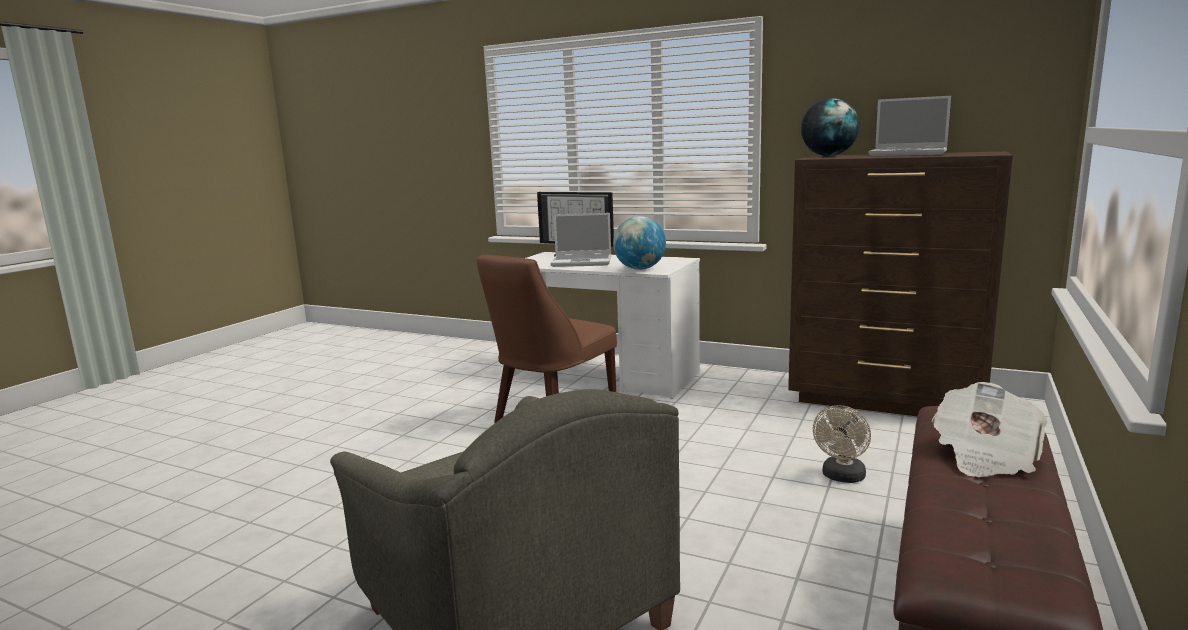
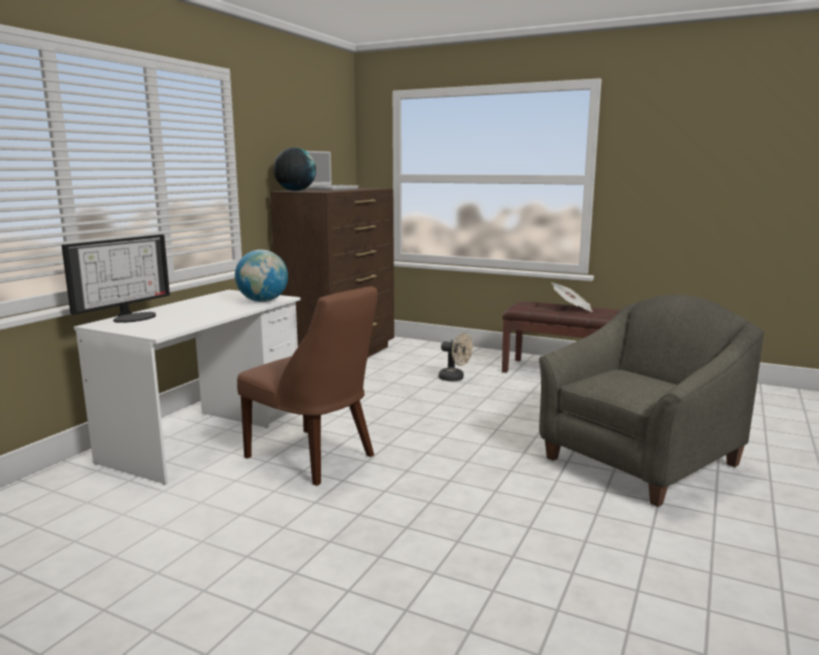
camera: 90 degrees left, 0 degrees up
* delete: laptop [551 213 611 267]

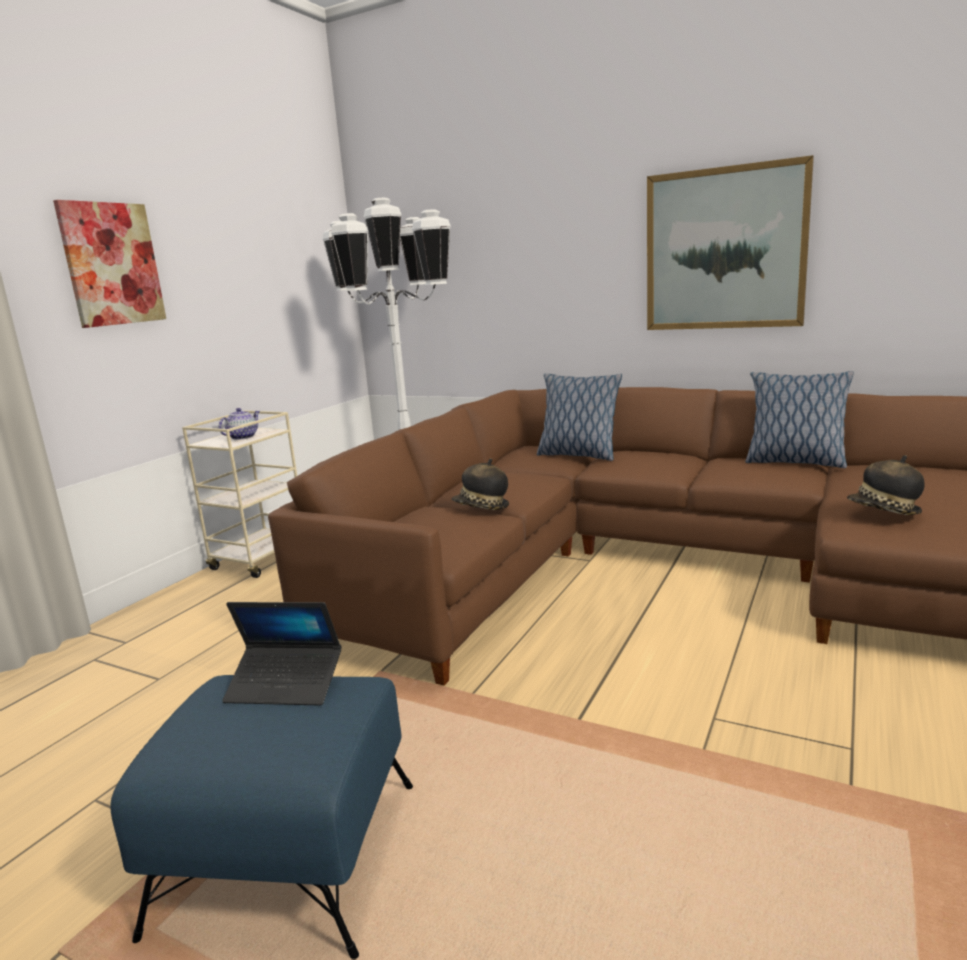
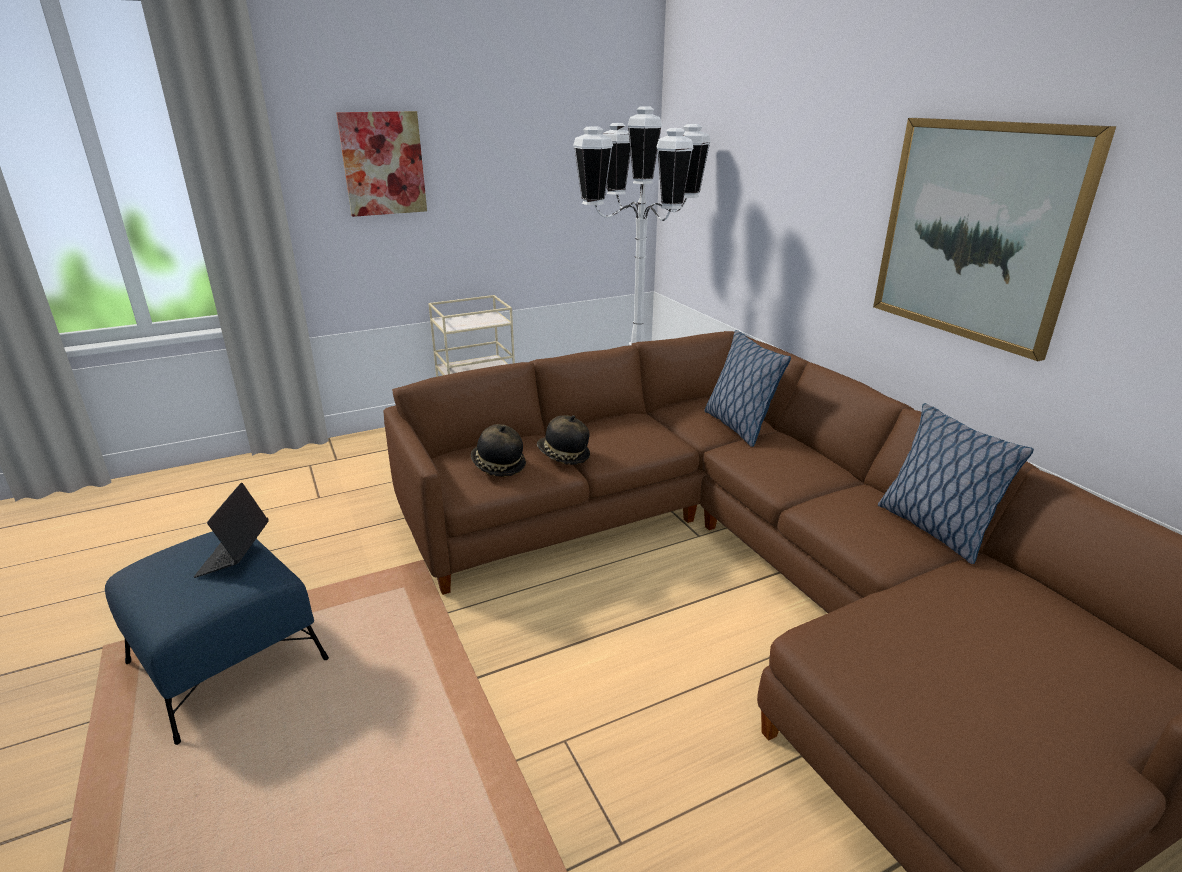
camera: 35 degrees right, 10 degrees up
* delete: teapot [219 408 260 440]
* move: hat [847 455 925 515] to [471 424 526 477]
* rotate: laptop [222 602 341 706] = [194 483 269 578] 45 degrees clockwise

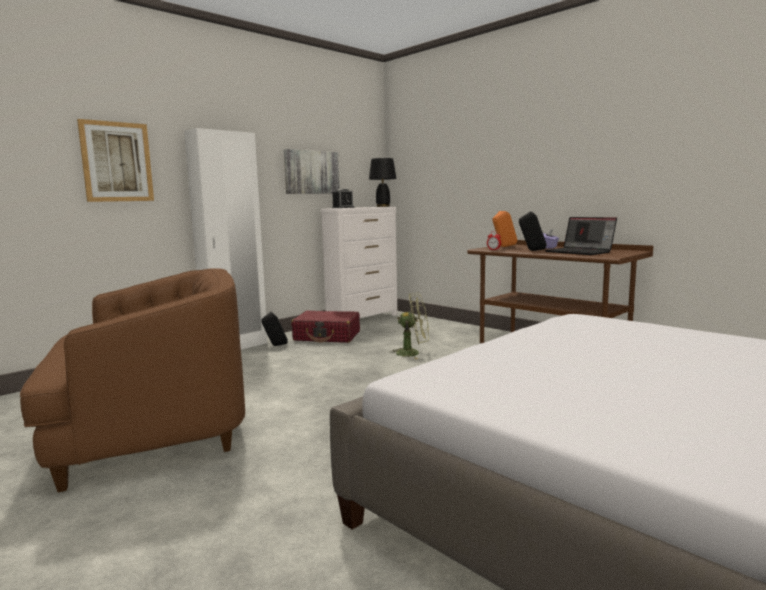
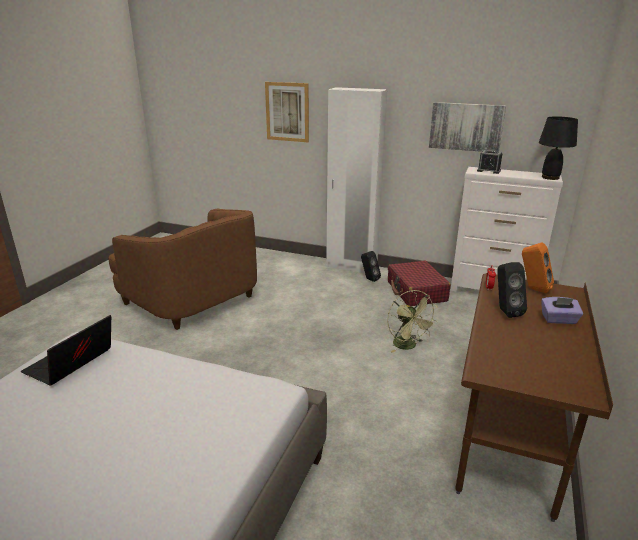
camera: 65 degrees right, 15 degrees up
* move: laptop [545 217 617 255] to [21 315 111 386]

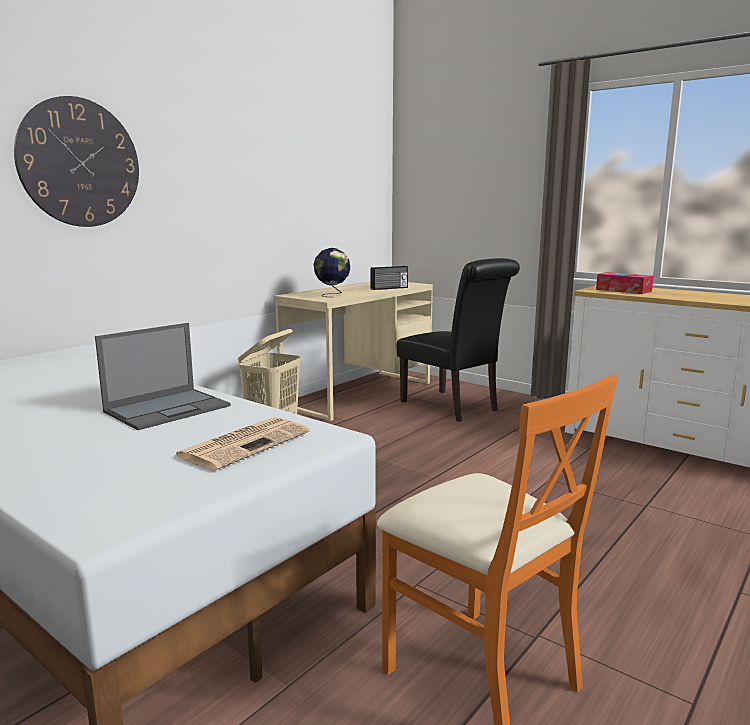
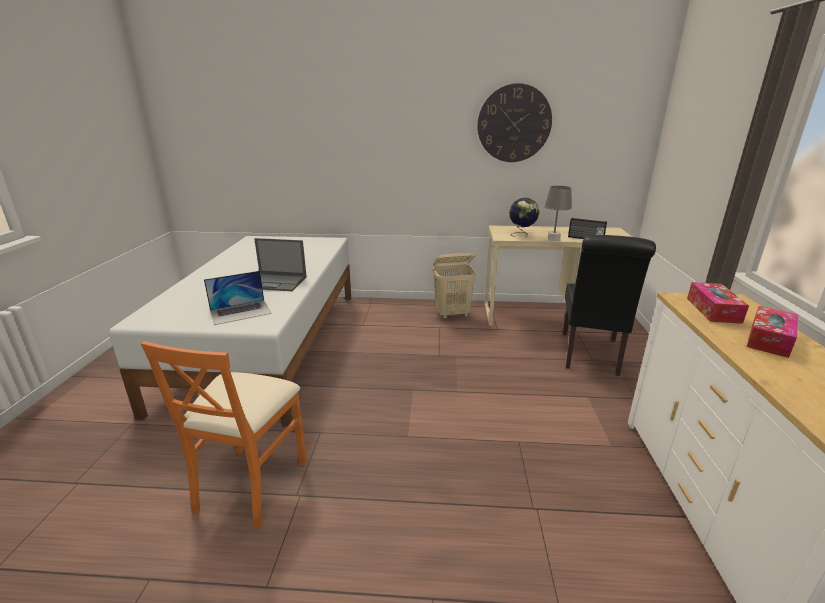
camera: 55 degrees right, 10 degrees up
* insert: grey table lamp [544 186 572 241]
* insert: tissue box [747 306 798 358]
* move: wall clock [14 96 139 227] to [477 83 552 162]
* replace: newspaper [174 417 309 470] to laptop [204 271 272 325]

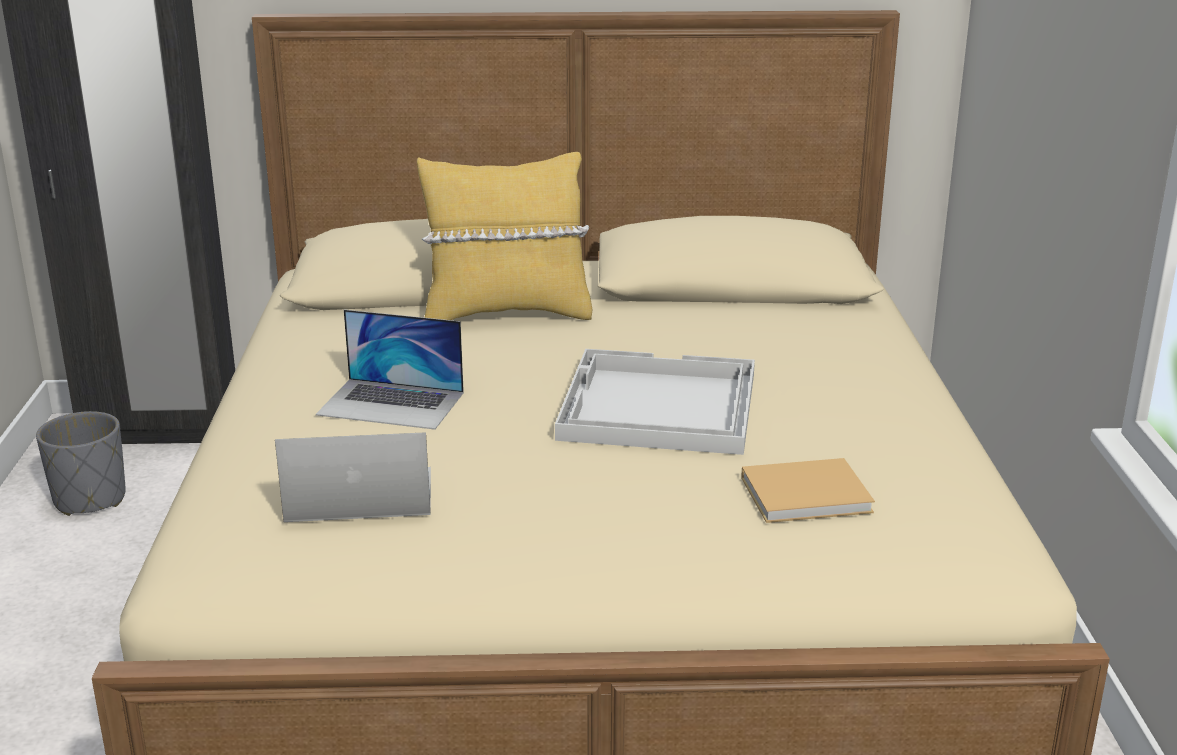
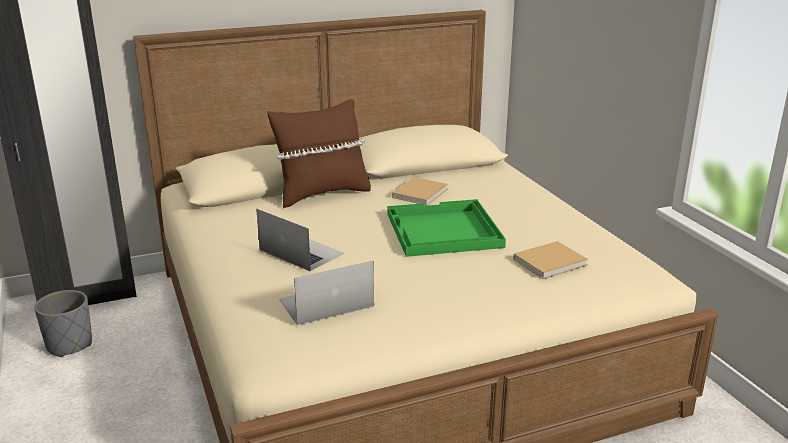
camera: 20 degrees left, 0 degrees up
* insert: beige book [392 177 448 206]
* recolor: yellow pillow [417 152 592 320] to brown pillow [268 99 371 208]
* recolor: white tray [555 349 755 455] to green tray [387 199 506 257]
* rotate: laptop [316 310 464 430] = [256 209 345 272] 135 degrees counterclockwise

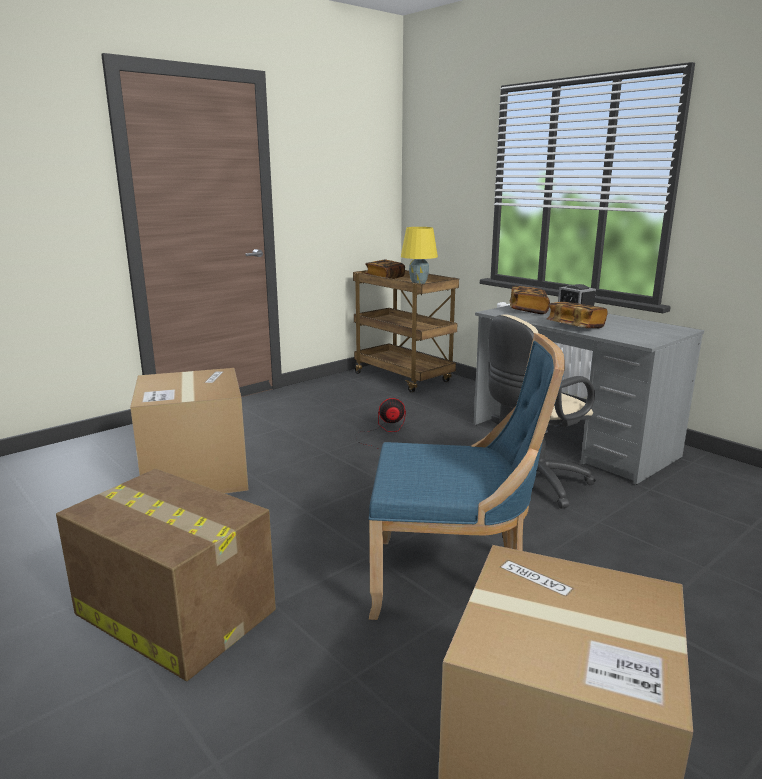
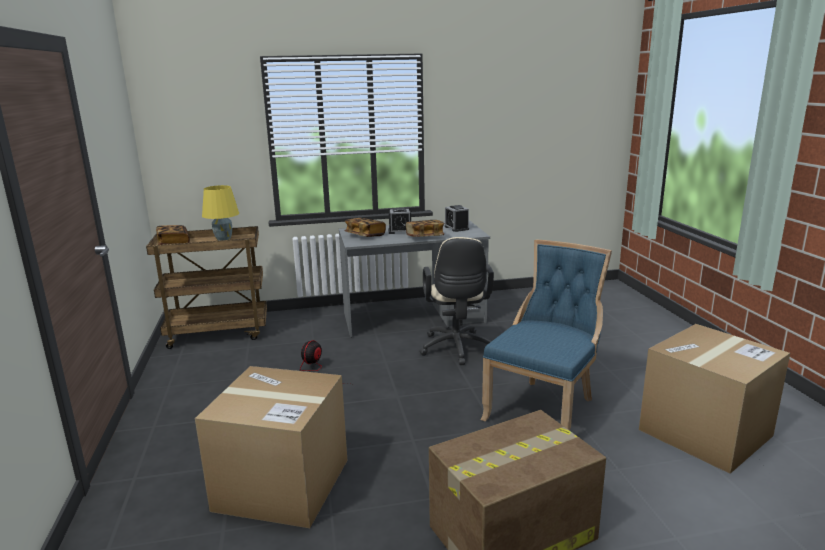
camera: 60 degrees left, 0 degrees up
* insert: alarm clock [445 205 469 232]

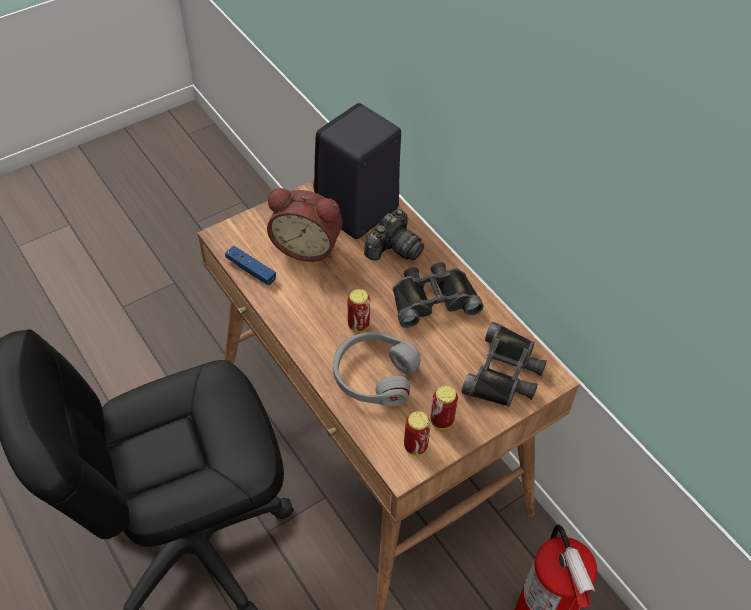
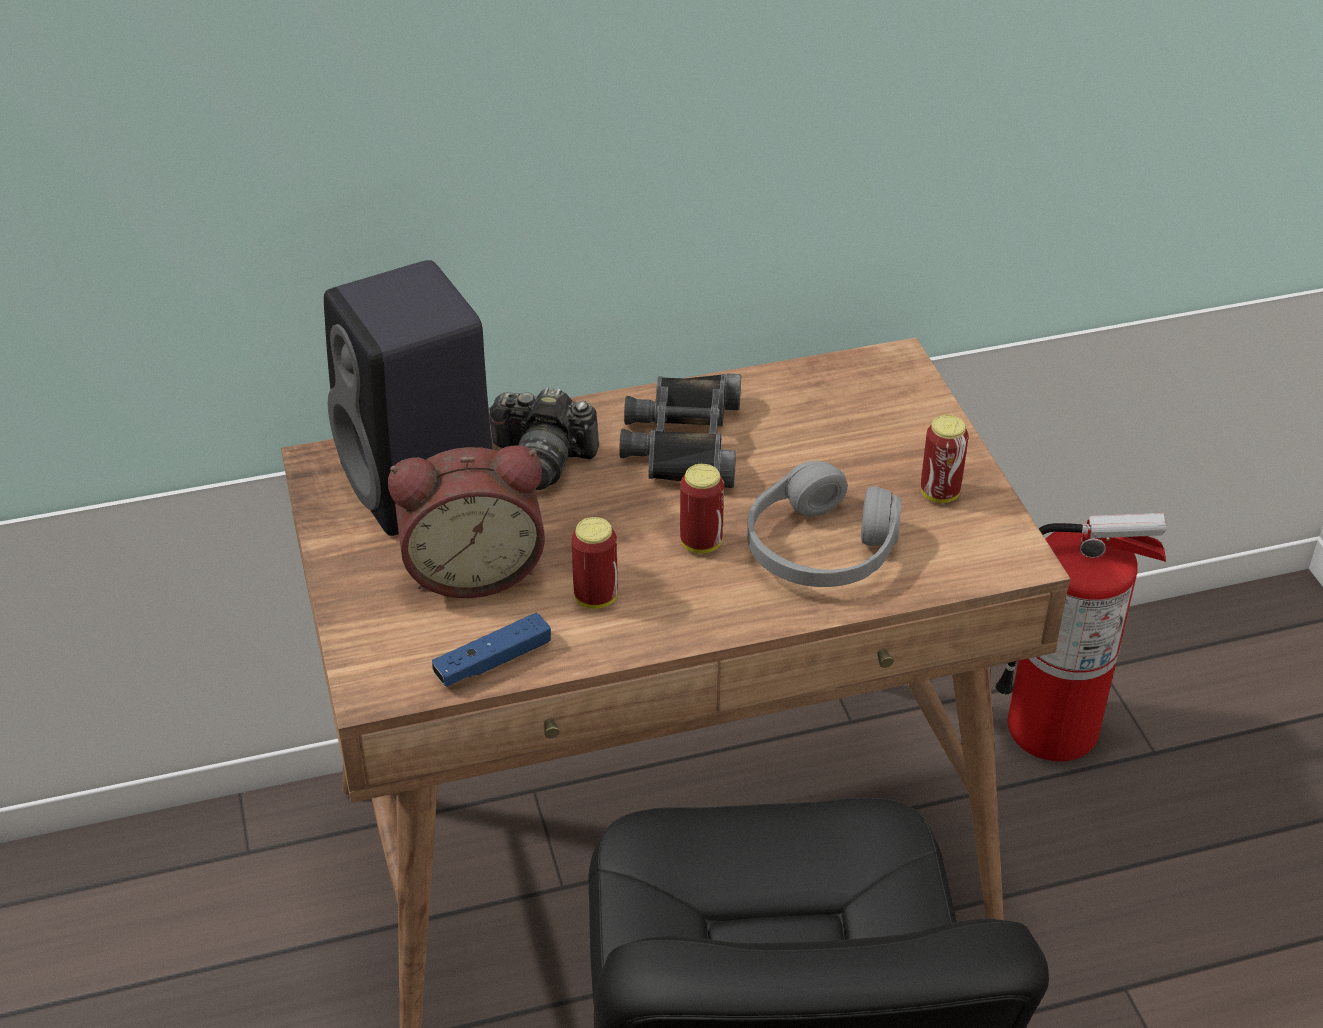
camera: 70 degrees left, 10 degrees down
* delete: black binoculars [461 322 547 407]
* move: can [404 411 431 456] to [571 517 618 609]
* rotate: alarm clock [267 188 342 262] = [388 446 545 598] 45 degrees clockwise
* rotate: photo camera [364 209 424 260] = [489 387 599 490] 135 degrees clockwise

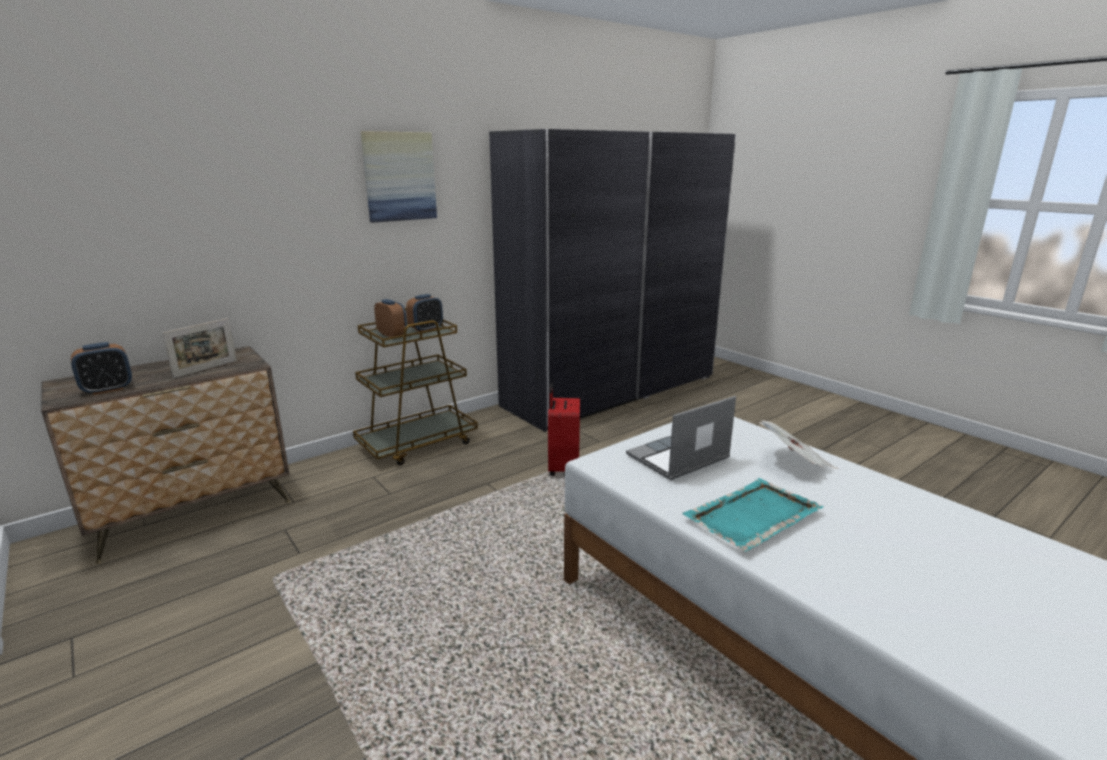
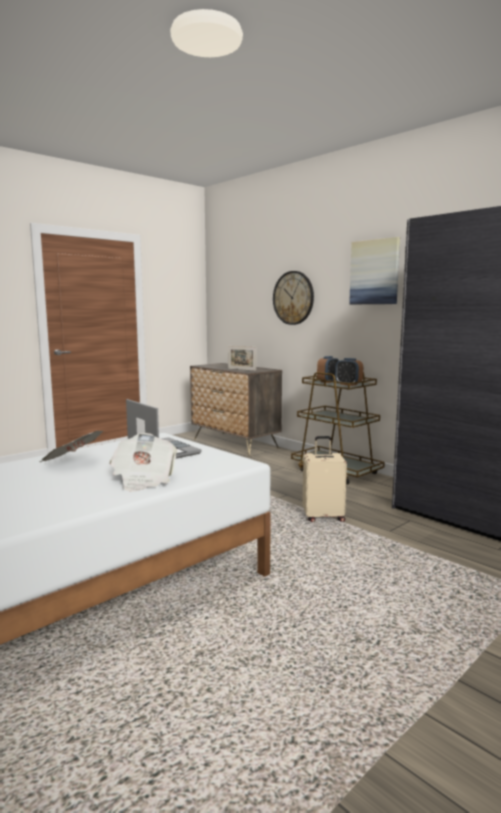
camera: 85 degrees right, 10 degrees down
* delete: alarm clock [71 342 132 395]
* insert: wall clock [273 271 314 325]
* replace: turquoise tray [682 478 824 551] to newspaper [40 430 103 462]
* recolor: red suitcase [548 383 580 476] to beige suitcase [302 436 347 522]

